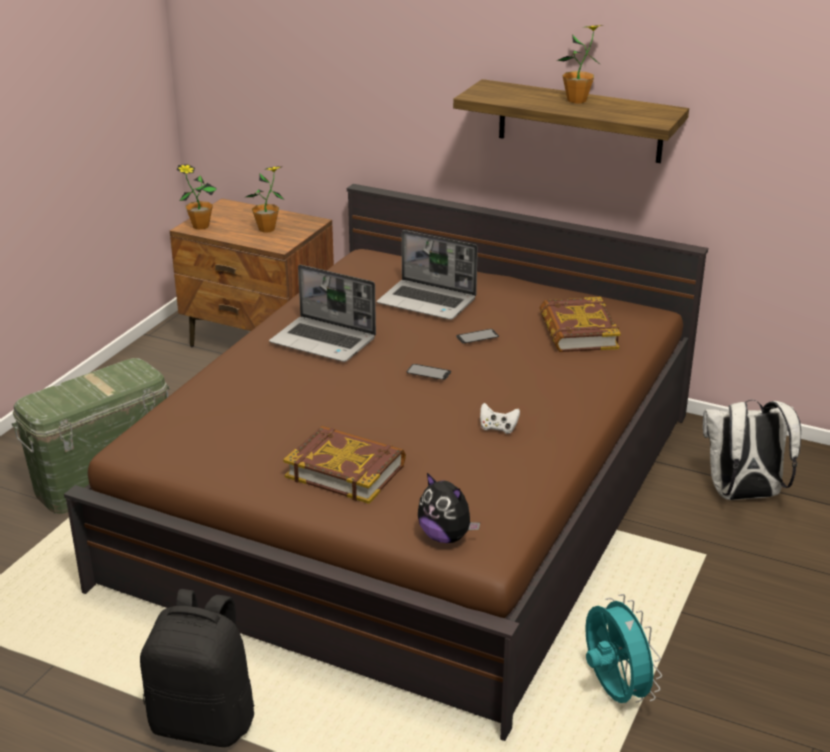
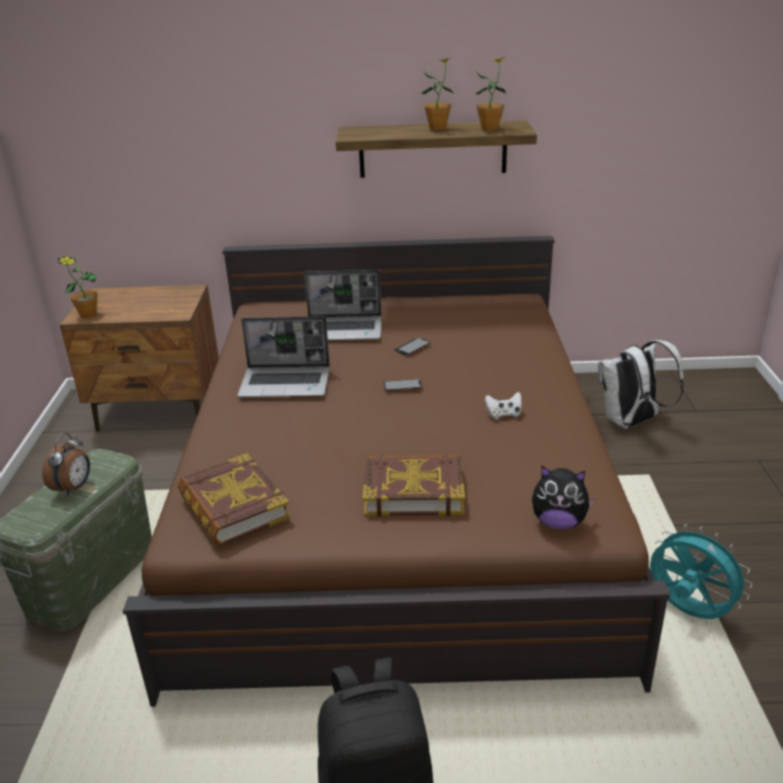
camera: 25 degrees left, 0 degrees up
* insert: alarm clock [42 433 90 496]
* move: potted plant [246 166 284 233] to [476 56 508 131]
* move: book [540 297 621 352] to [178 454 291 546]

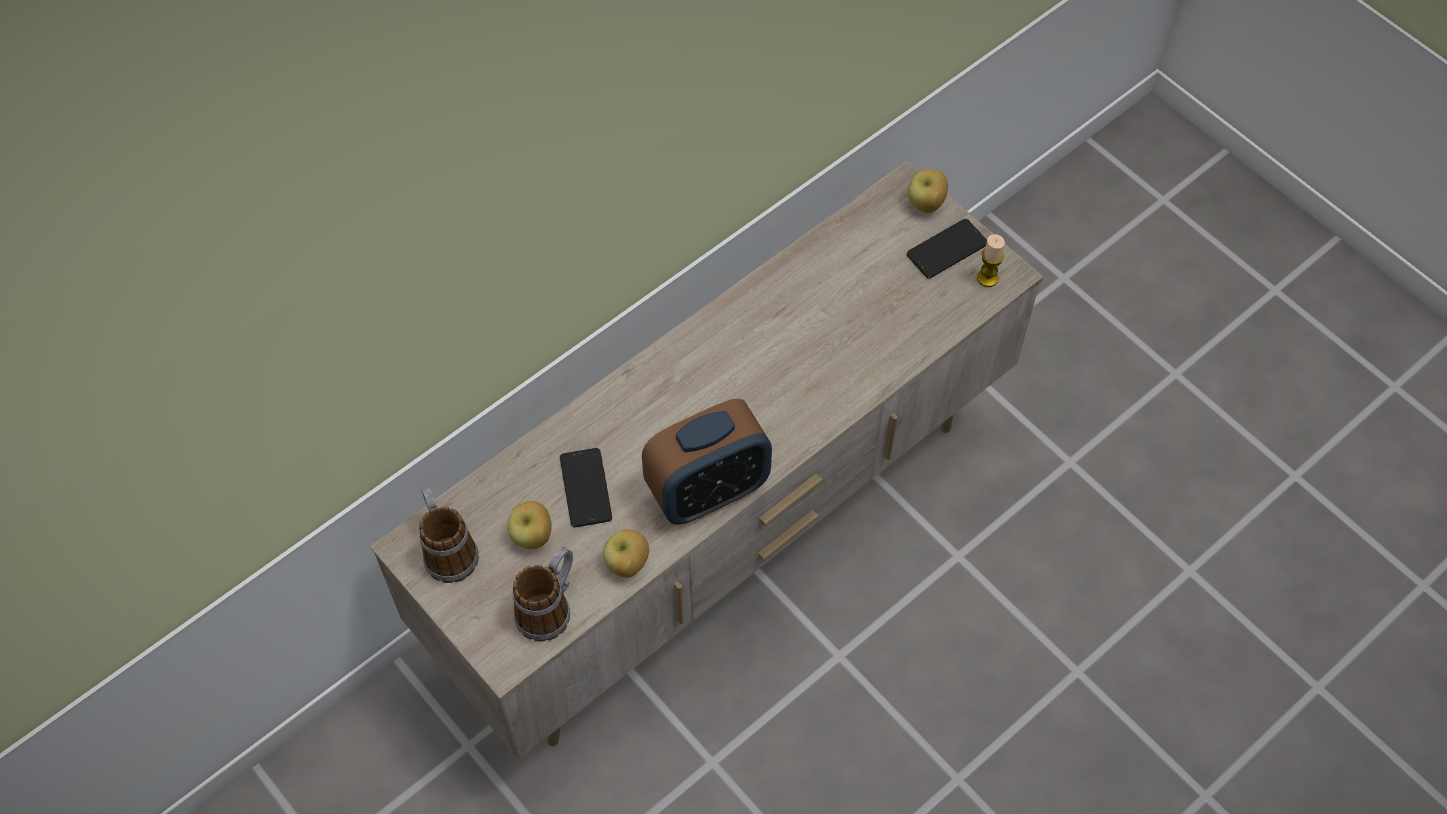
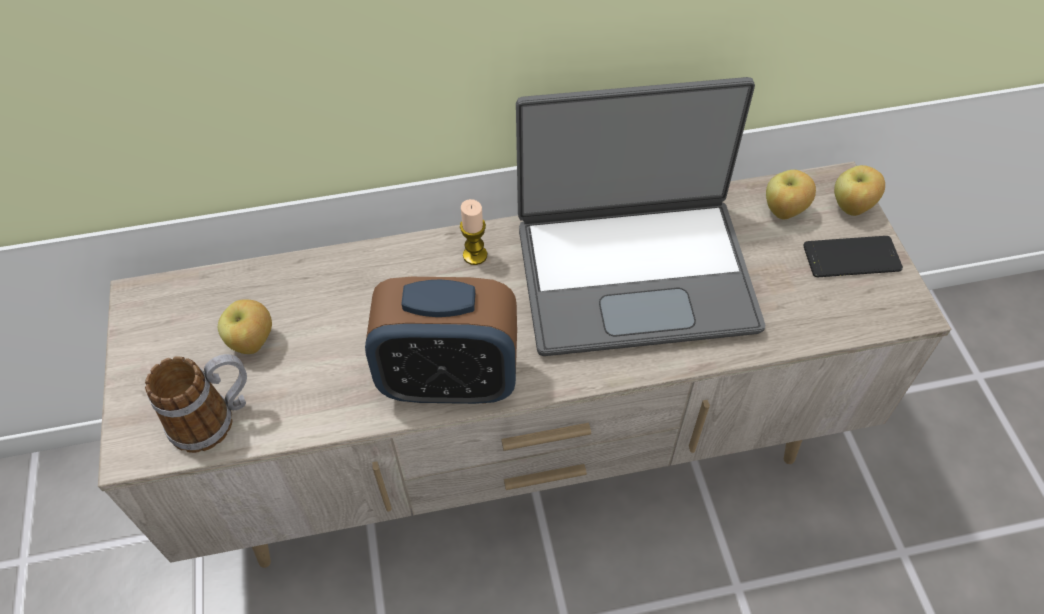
camera: 30 degrees right, 5 degrees down
* delete: mug [419 487 479 583]
* delete: phone [560 448 612 527]
* insert: laptop [516 77 765 356]
* move: apple [603 529 649 578] to [766 170 816 220]
* move: candle [977 234 1005 287] to [460 199 487 265]

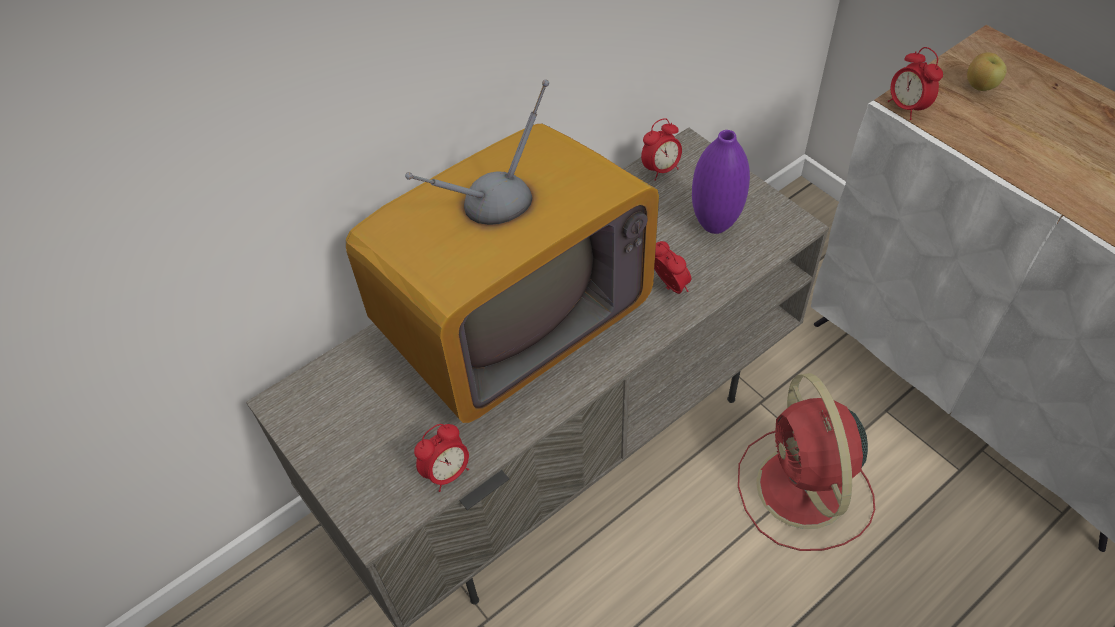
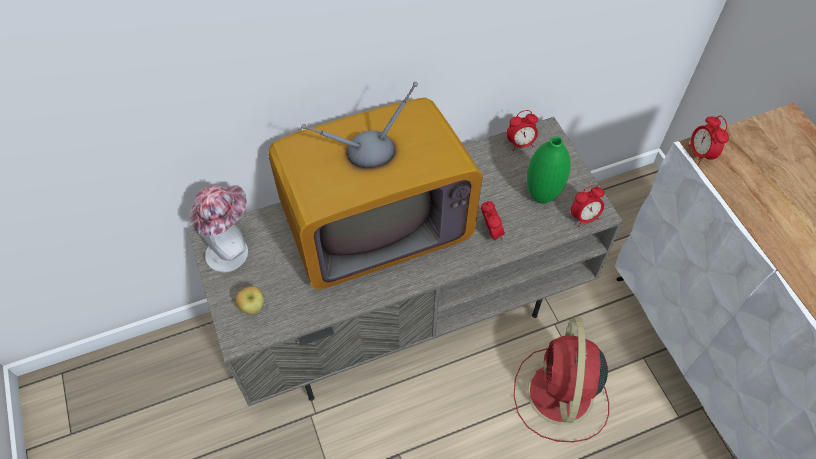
camera: 15 degrees right, 5 degrees up
* insert: hat [189 185 248 273]
* move: alarm clock [414 424 469 492] to [571 185 605 227]
* move: apple [967 53 1007 91] to [236 287 264 314]
* recolor: purple vase [692 130 750 234] to green vase [527 136 571 204]

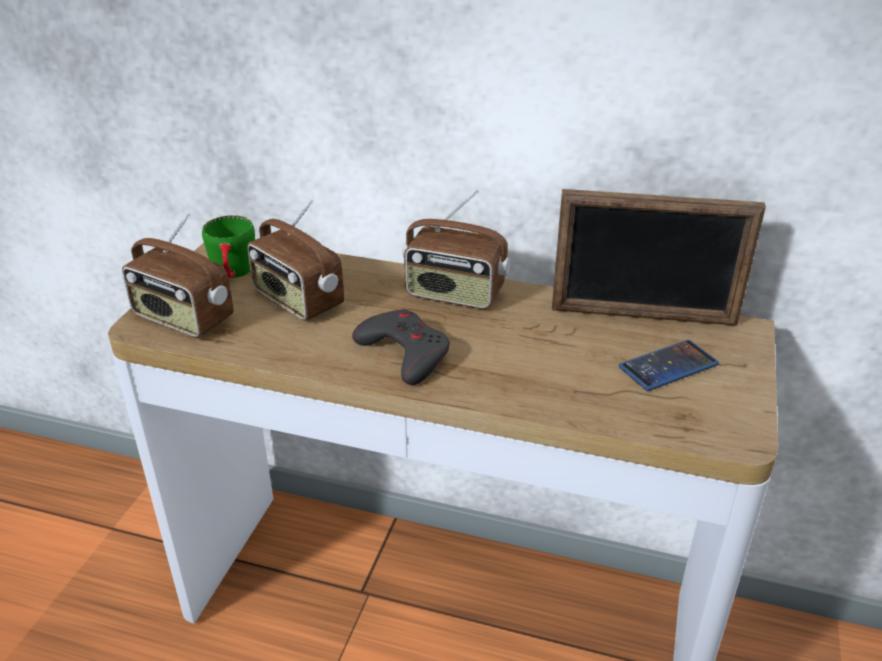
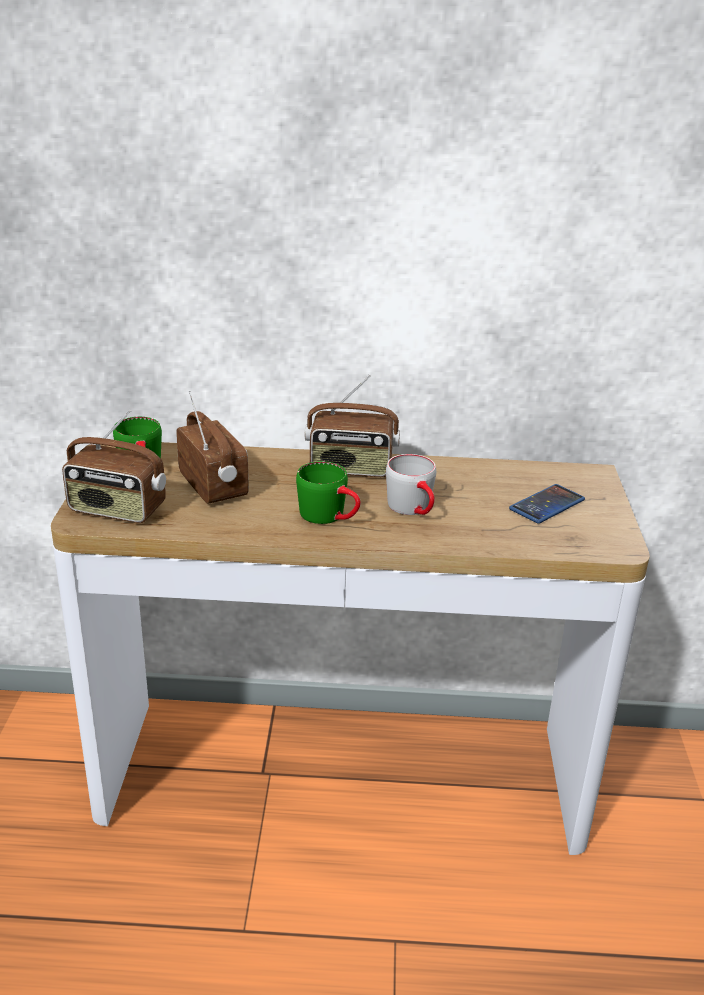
camera: 15 degrees left, 5 degrees down
* delete: picture frame [552 189 766 326]
* insert: grey mug [386 454 436 515]
* replace: grey game controller [352 309 450 385] to green mug [296 461 361 524]
* rotate: radio [247 200 344 321] = [176 391 249 504] 150 degrees counterclockwise

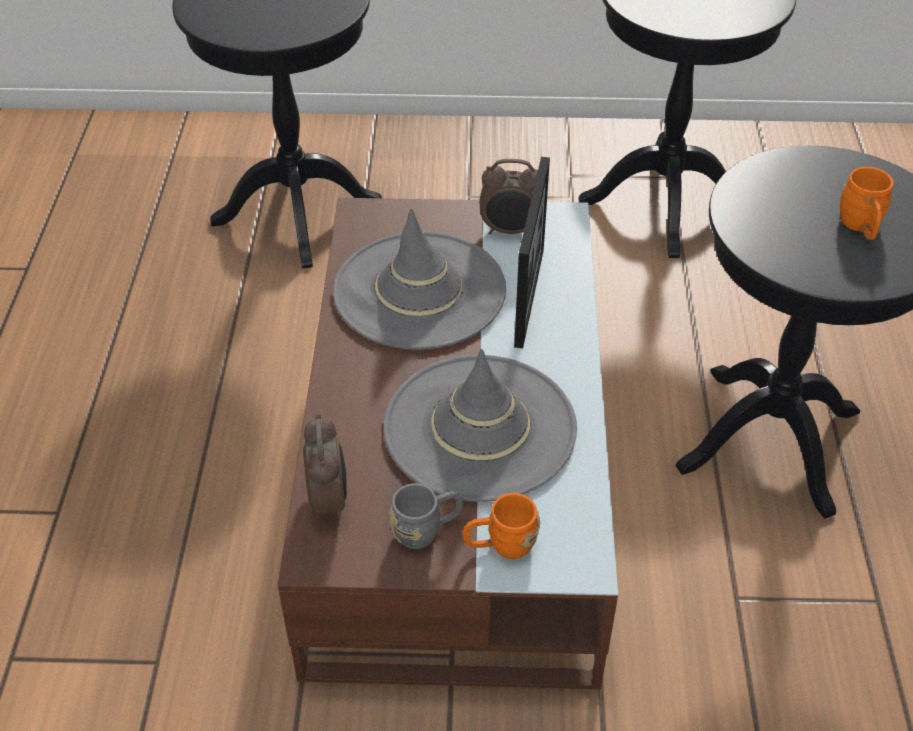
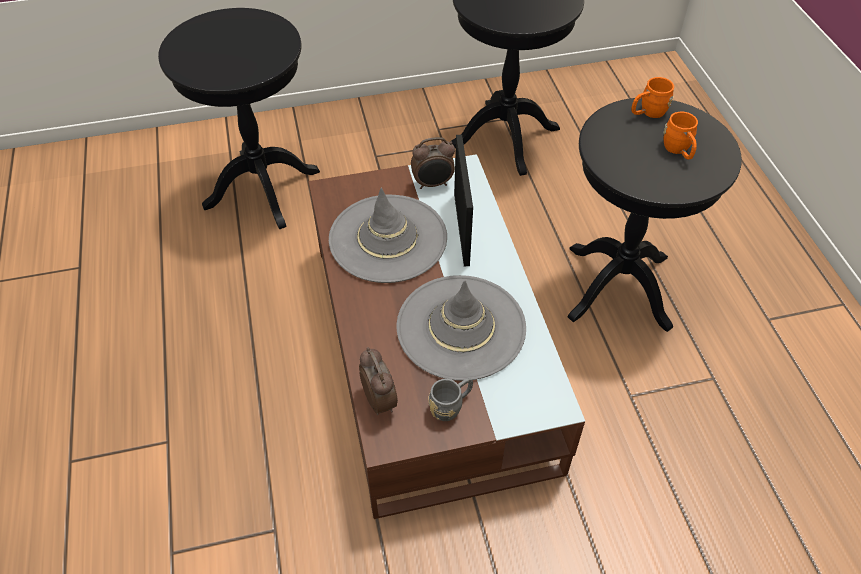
camera: 15 degrees left, 5 degrees up
* move: orange mug [463 493 540 559] to [631 77 674 118]

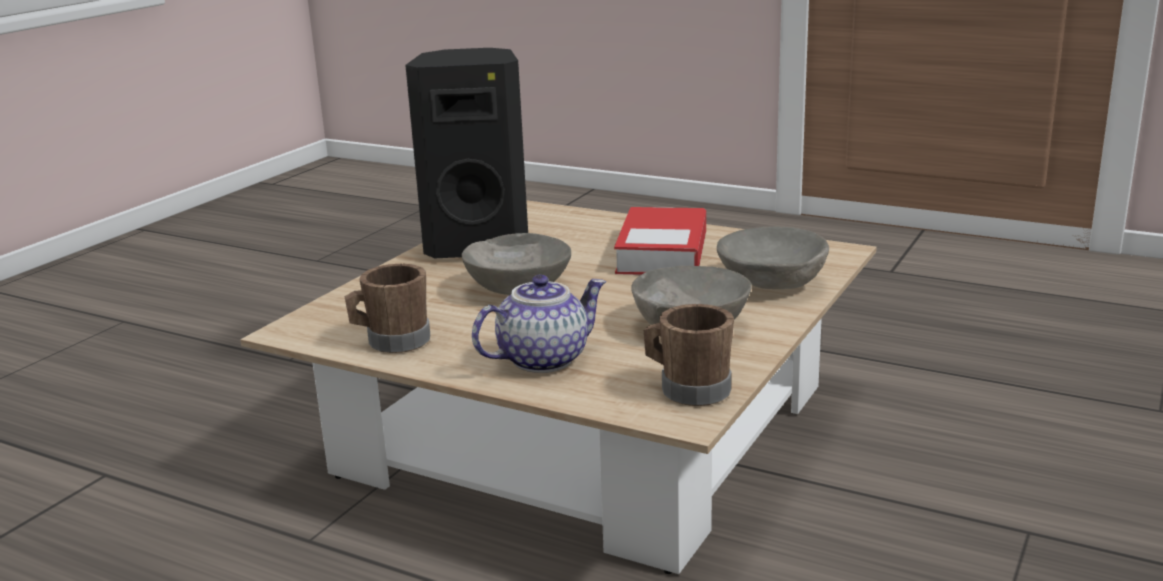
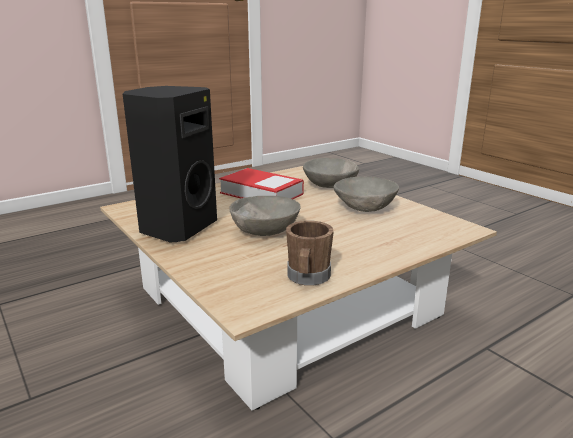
camera: 65 degrees left, 0 degrees up
* delete: teapot [472 275 606 373]
* delete: brown mug [644 304 734 406]

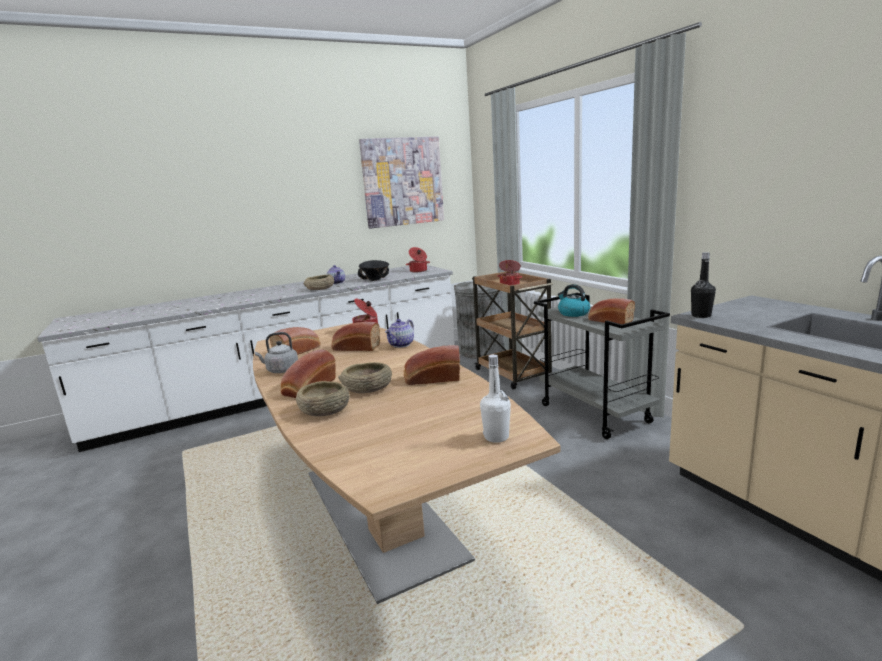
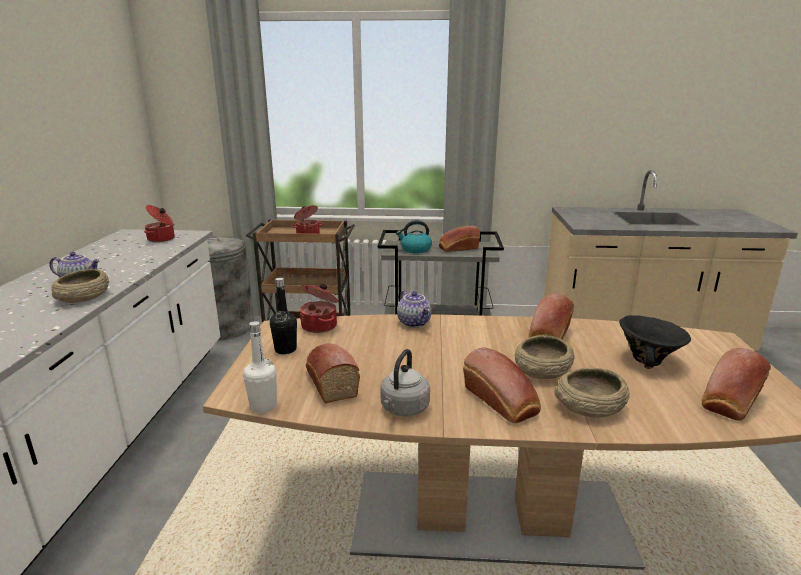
camera: 60 degrees left, 5 degrees up
* delete: picture [359 136 444 229]
* move: bread [331 321 380 351] to [702 348 771 421]
* move: black bowl [358 260 389 281] to [619 315 691 369]
* move: white bottle [480 354 511 443] to [243 321 277 413]
* move: black bottle [691 252 716 318] to [270 278 297 354]

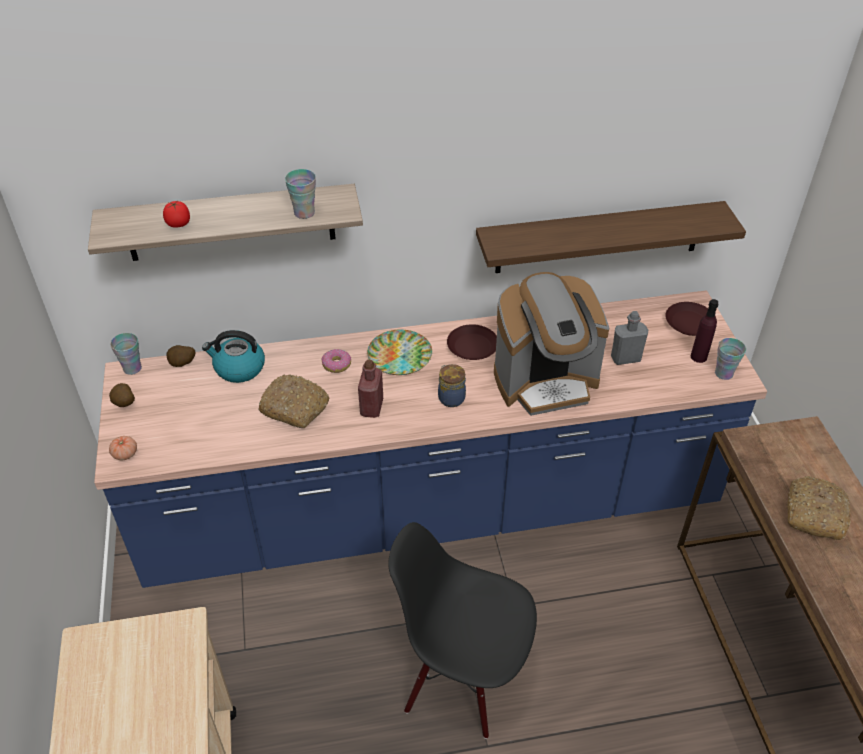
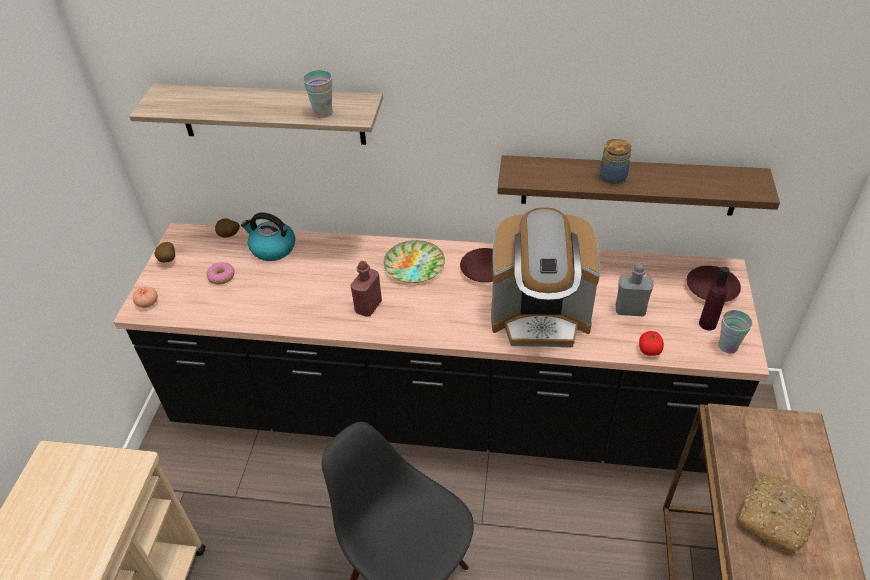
camera: 20 degrees right, 0 degrees up
* delete: cup [110 333 142 375]
* delete: bread [258 374 329 428]
* move: tomato [163 201 190 227] to [639 331 664 356]
* move: donut [321 349 351 373] to [206 262 235 285]
* move: jar [438 364 466 407] to [600 139 631 184]
* recolor: blue counter [94 290 767 588] to black counter [113 223 769 473]

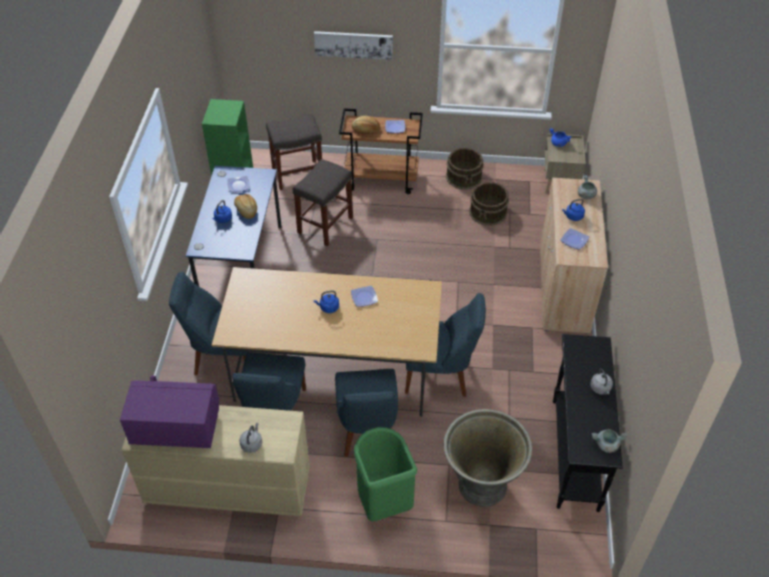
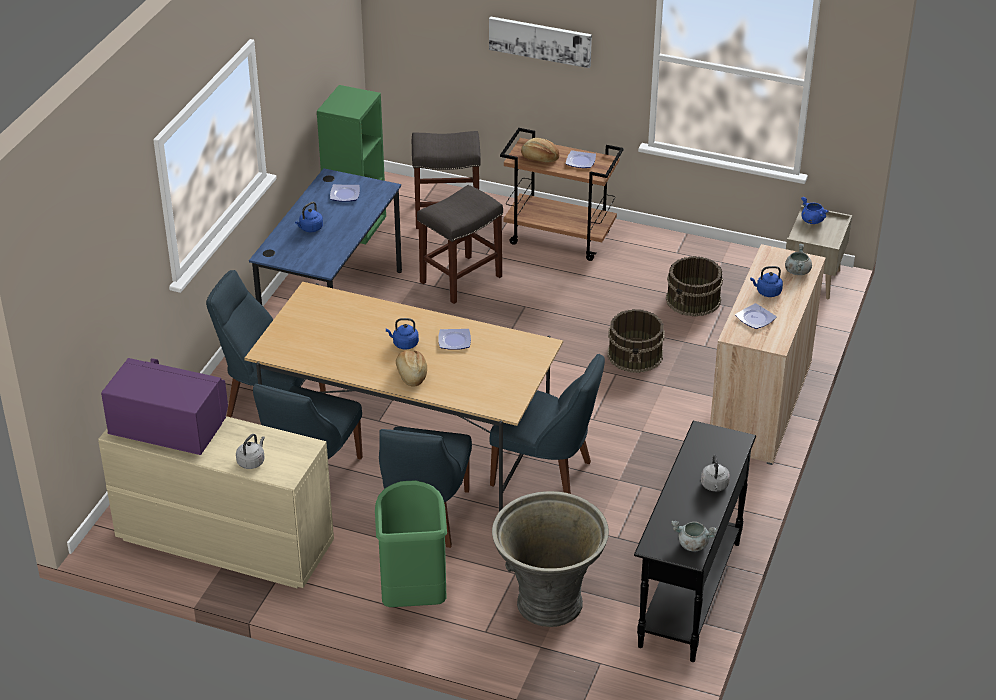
camera: 15 degrees right, 10 degrees down
* move: bread [234 194 257 219] to [396 351 427 387]
* move: brown bucket [446 148 484 190] to [607 309 665 373]

